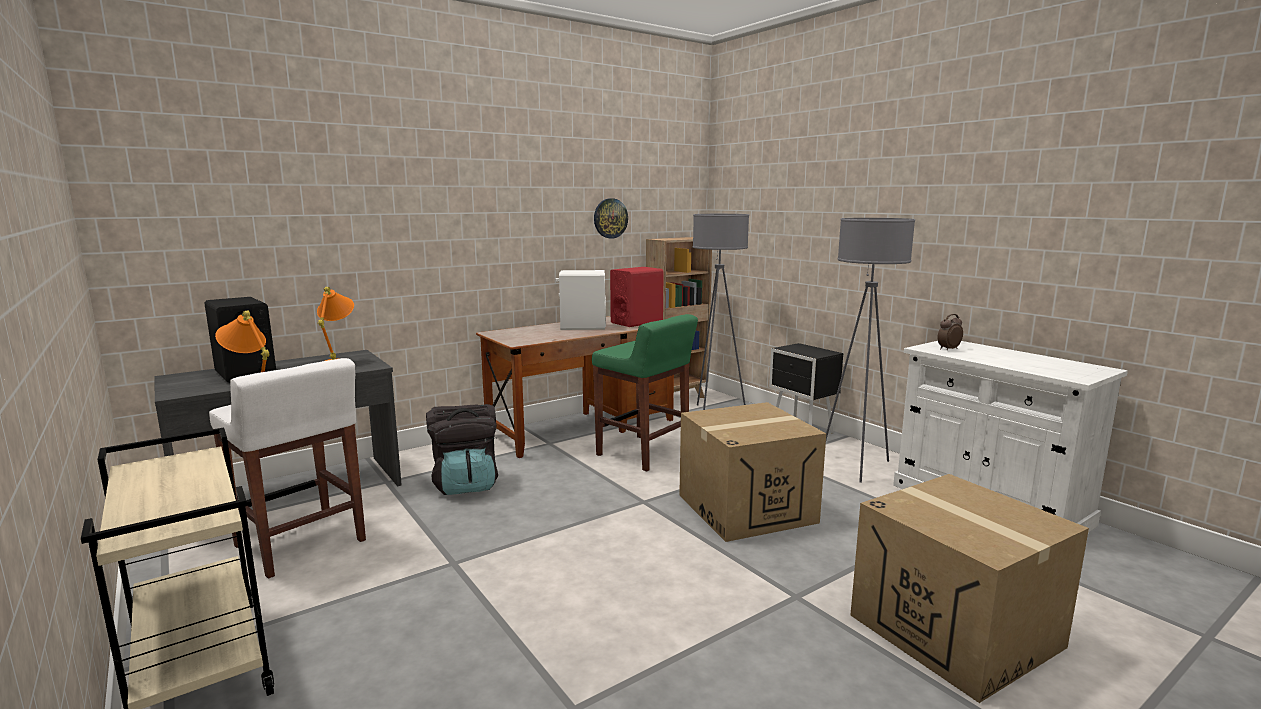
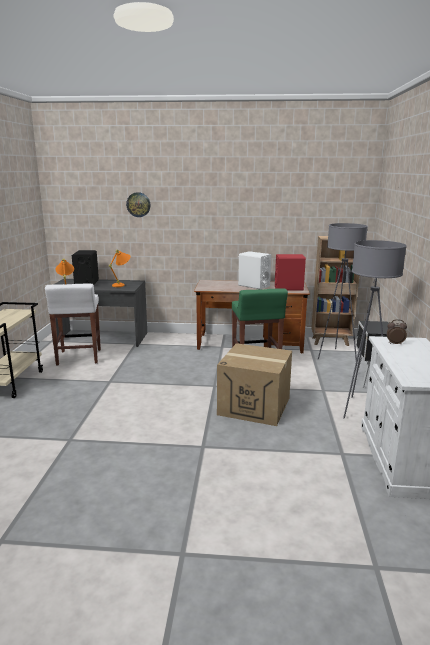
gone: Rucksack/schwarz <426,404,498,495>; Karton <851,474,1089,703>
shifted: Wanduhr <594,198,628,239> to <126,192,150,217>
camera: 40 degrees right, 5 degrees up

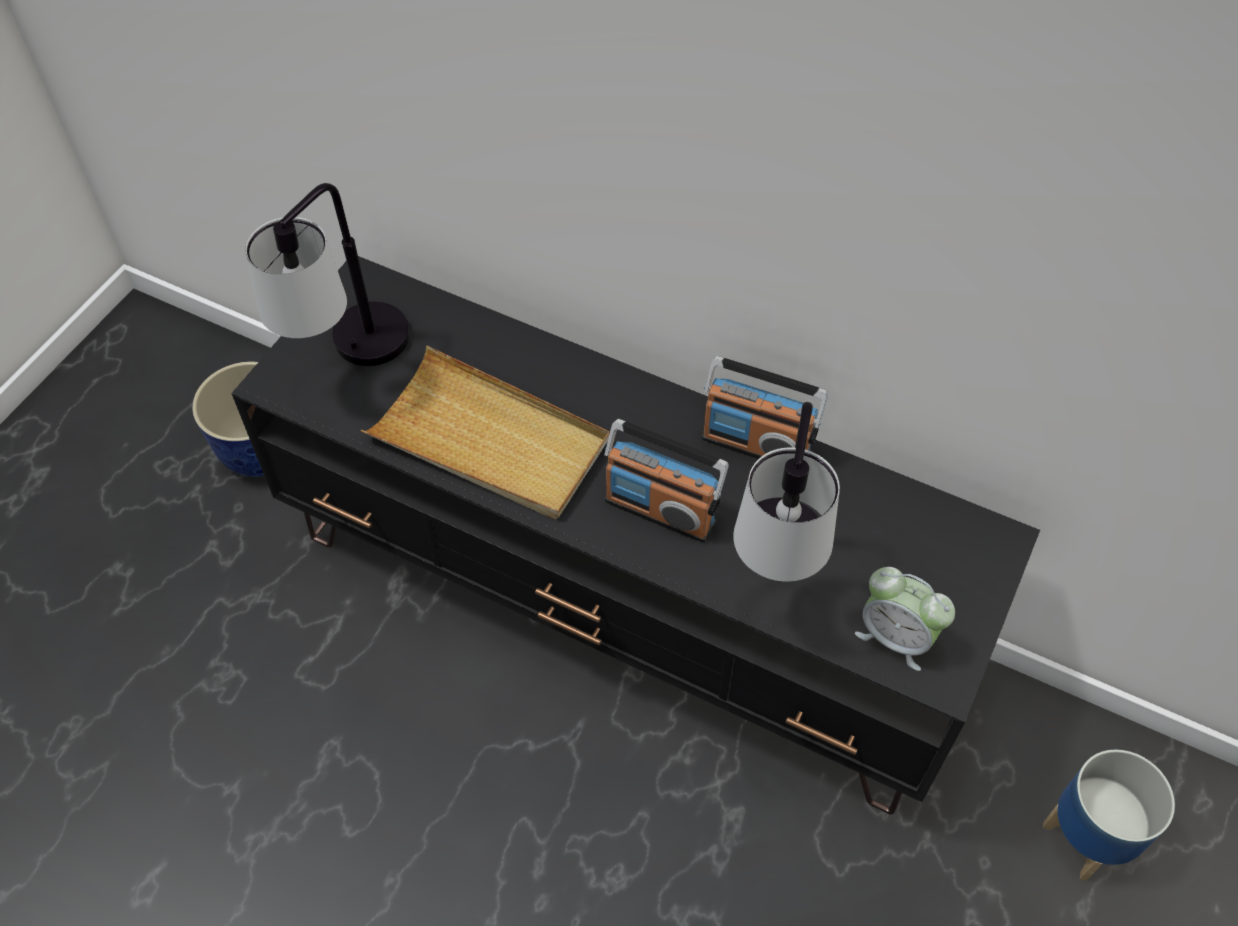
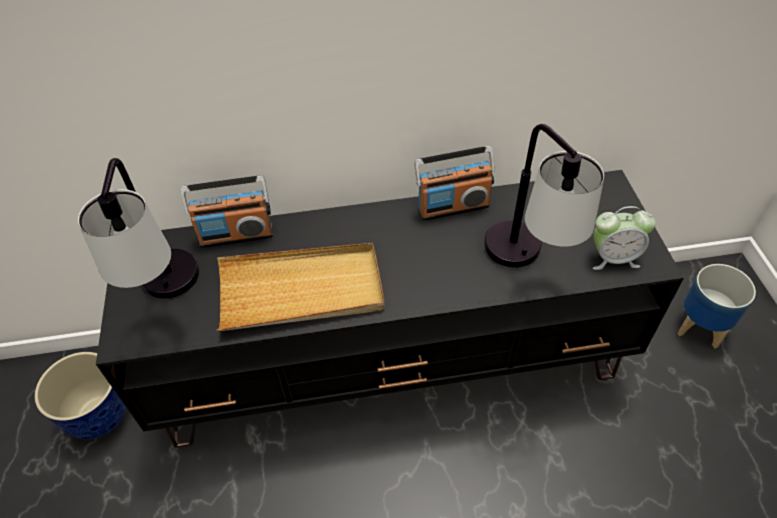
shifted: Radio <604,419,729,543> to <181,175,273,248>
camera: 35 degrees left, 5 degrees down

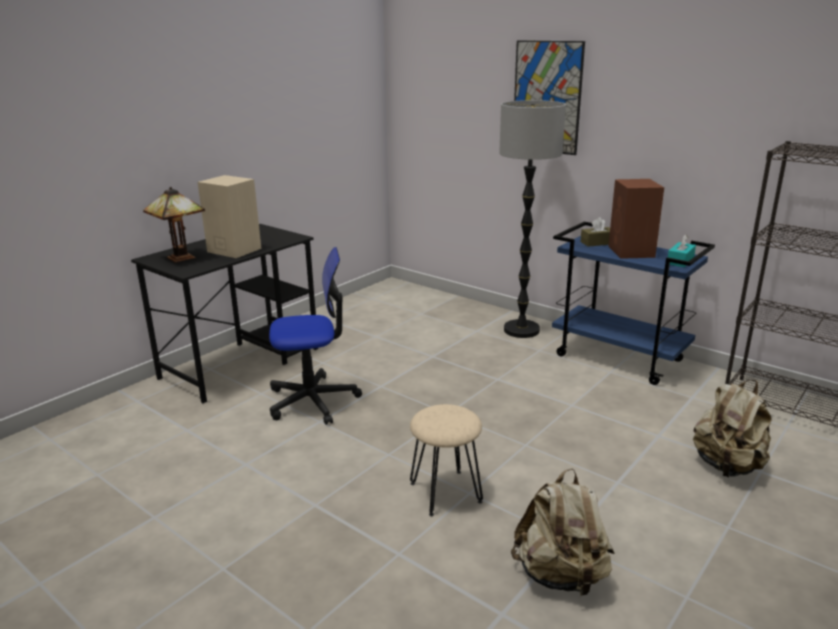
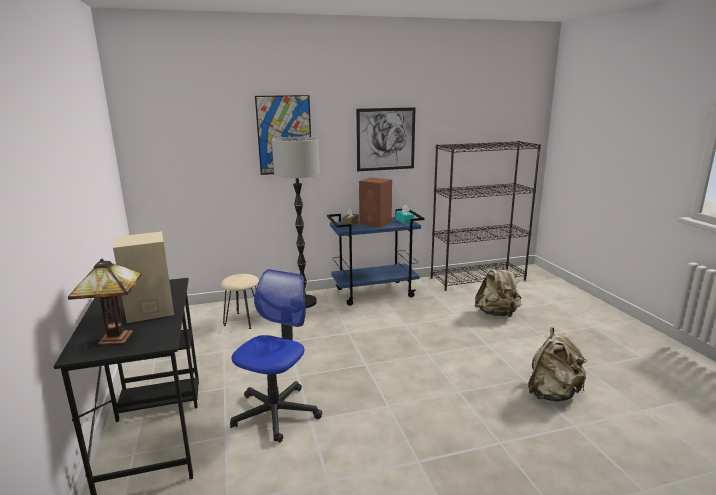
new: Bild <356,107,415,171>
shifted: Hocker/beige <410,404,483,516> to <221,274,262,329>
camera: 55 degrees left, 5 degrees down

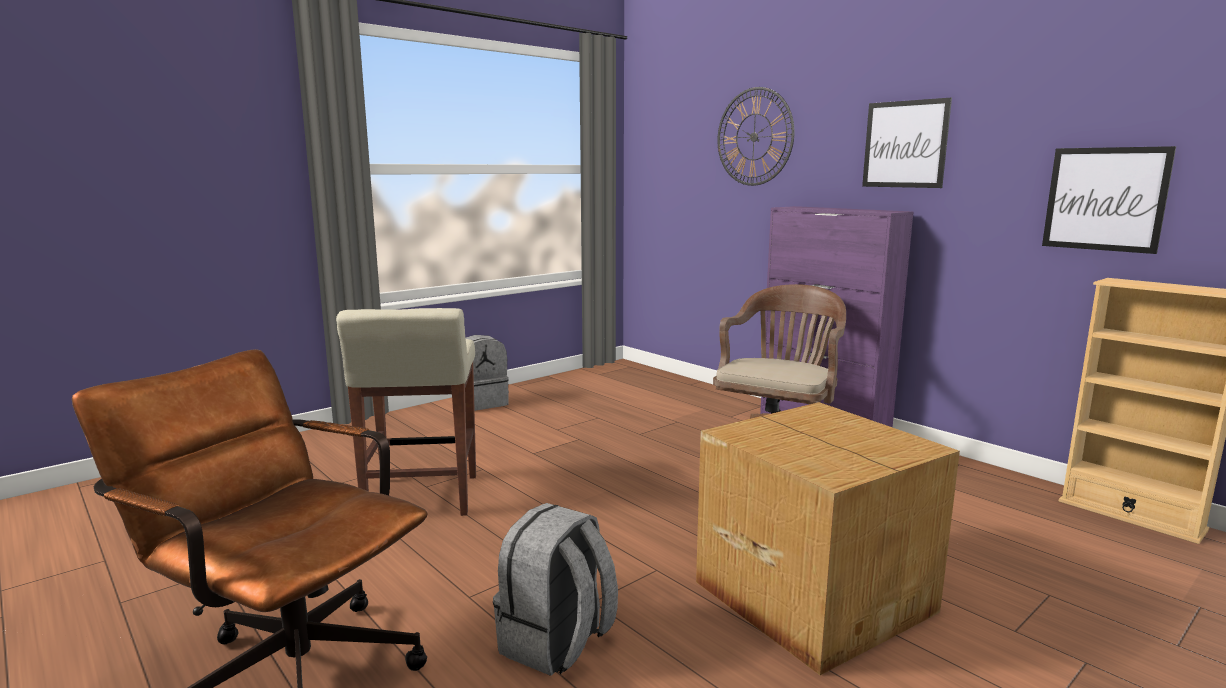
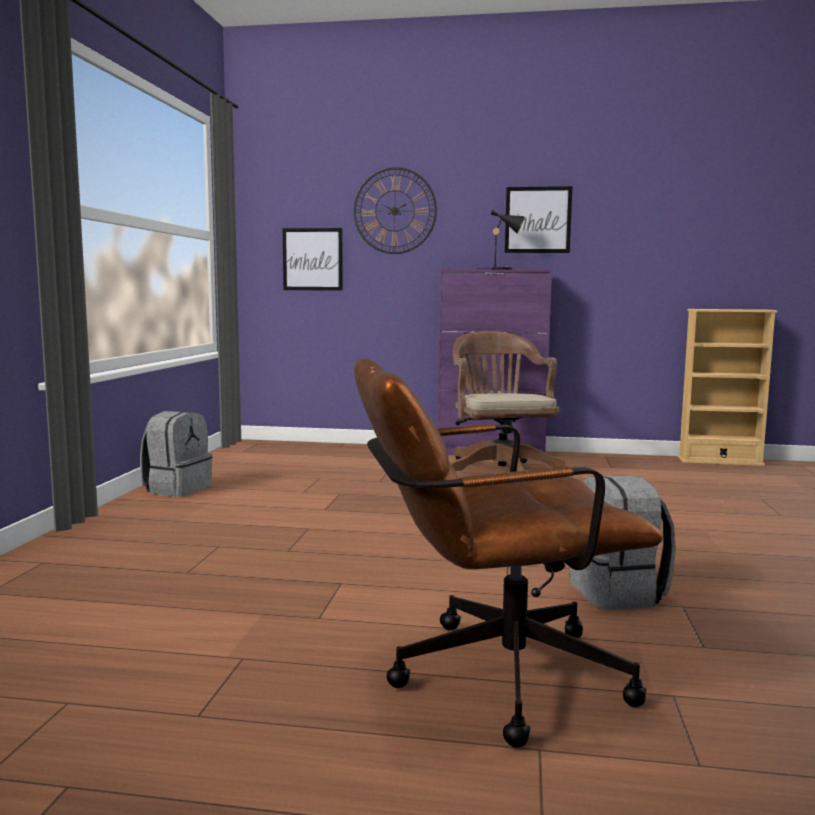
gone: Hocker/beige <336,308,476,516>; Karton <696,402,960,675>
new: Tischlampe/schwarz <477,210,525,270>
shifted: Bild <1042,146,1176,254> to <282,228,343,291>
camera: 40 degrees left, 5 degrees down

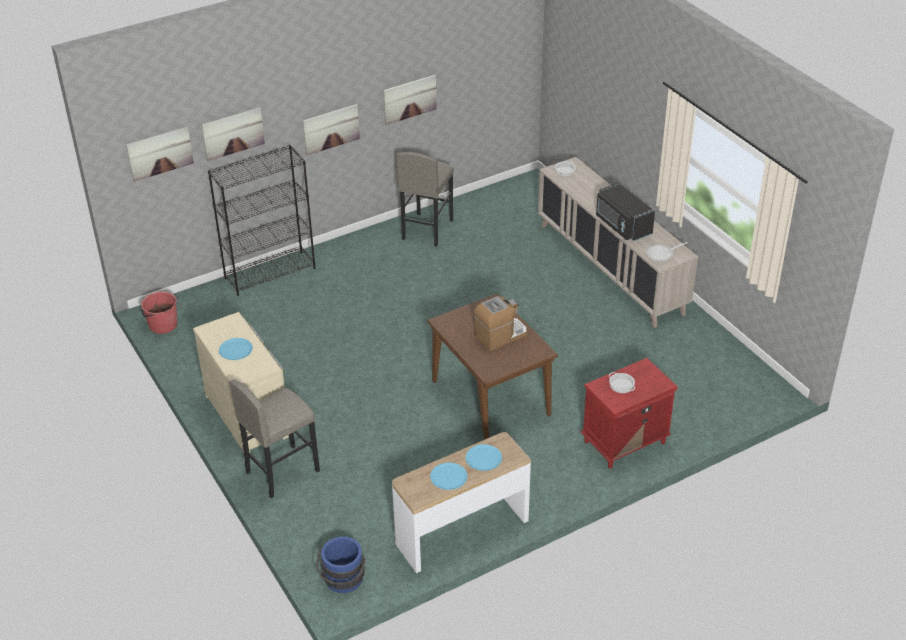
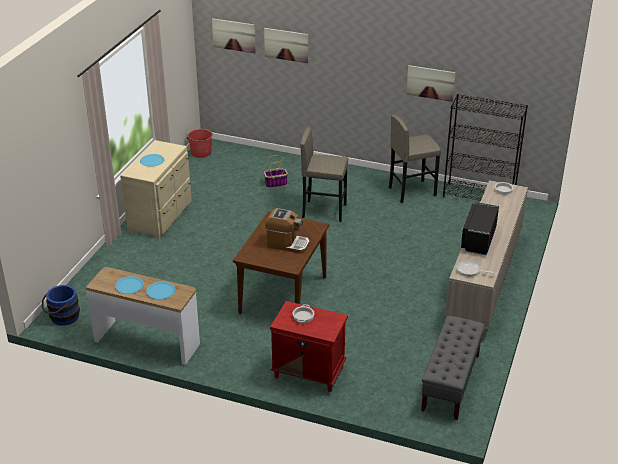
gone: Bild <303,104,360,155>
new: Korb <264,155,288,188>; Bank/grau <421,316,485,420>
shifted: Hocker/grau <229,380,320,498> to <300,127,348,222>; Bücherregal/schwarz <208,145,315,296> to <443,94,528,201>
camera: 50 degrees right, 5 degrees down

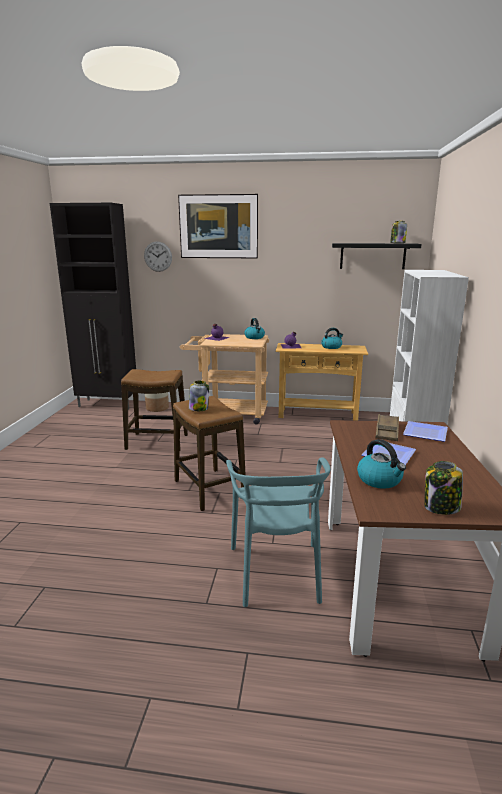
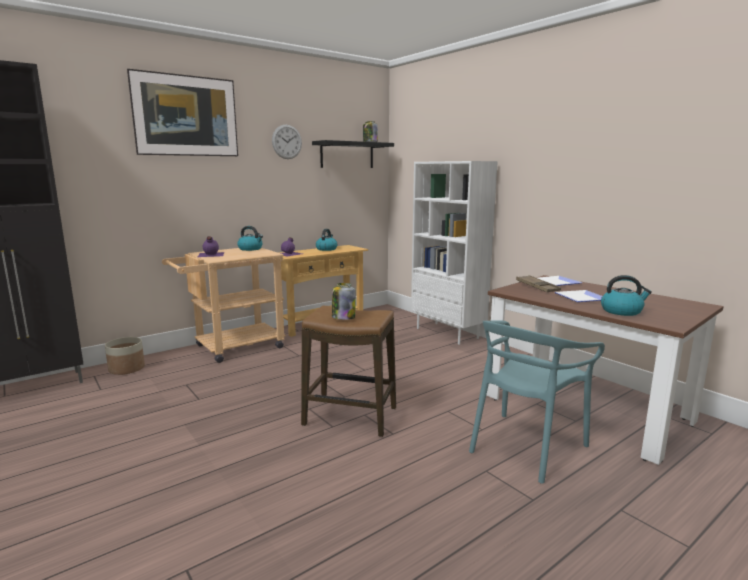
gone: Hocker <121,369,188,450>; Vorratsglas <424,461,463,515>
shifted: Wanduhr <144,242,172,272> to <272,125,302,159>
rotated: Stuhl/türkis <226,457,331,607> = <469,320,605,484> 90 degrees clockwise
camera: 45 degrees left, 5 degrees down

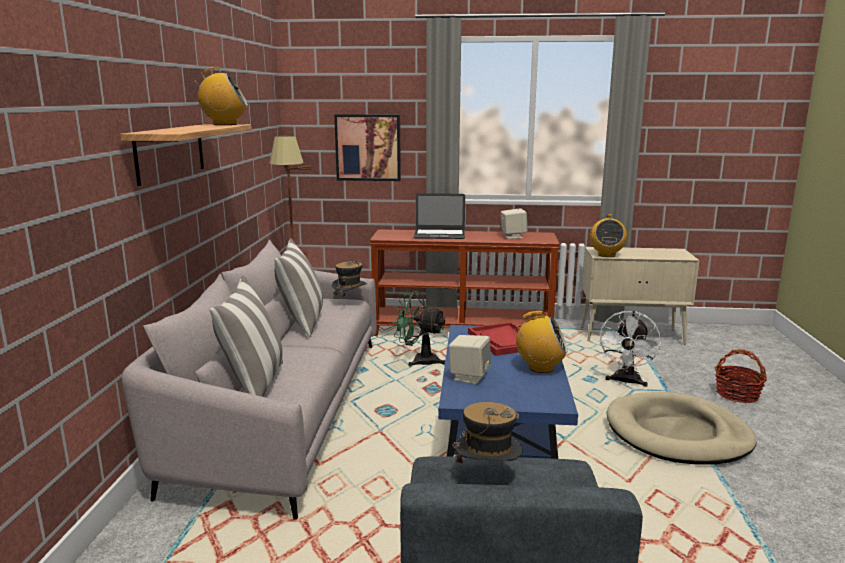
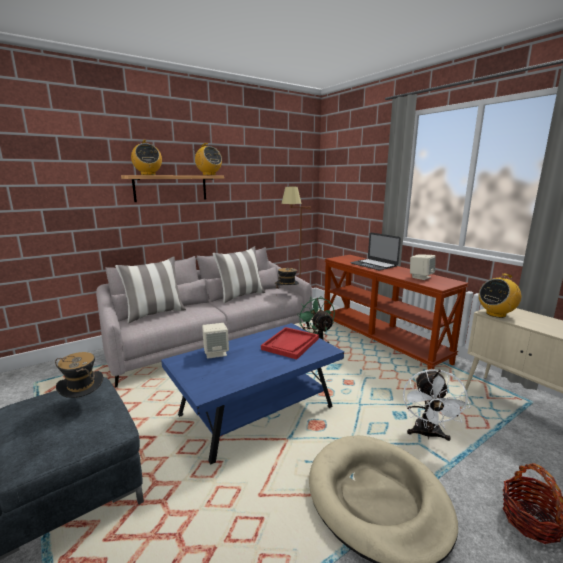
gone: Bild <334,114,401,181>
shifted: Radio <515,311,568,373> to <131,140,162,175>
rotated: Ventilator/weiß <598,311,661,387> = <403,369,470,441> 60 degrees counterclockwise
camera: 50 degrees right, 0 degrees up

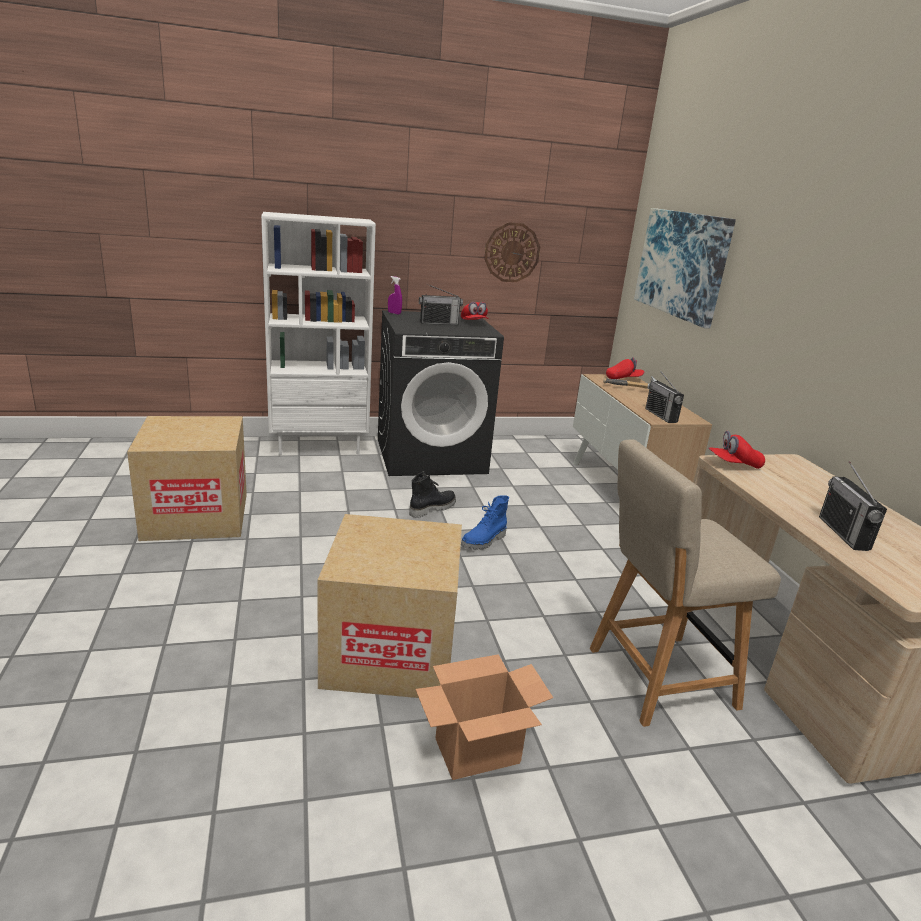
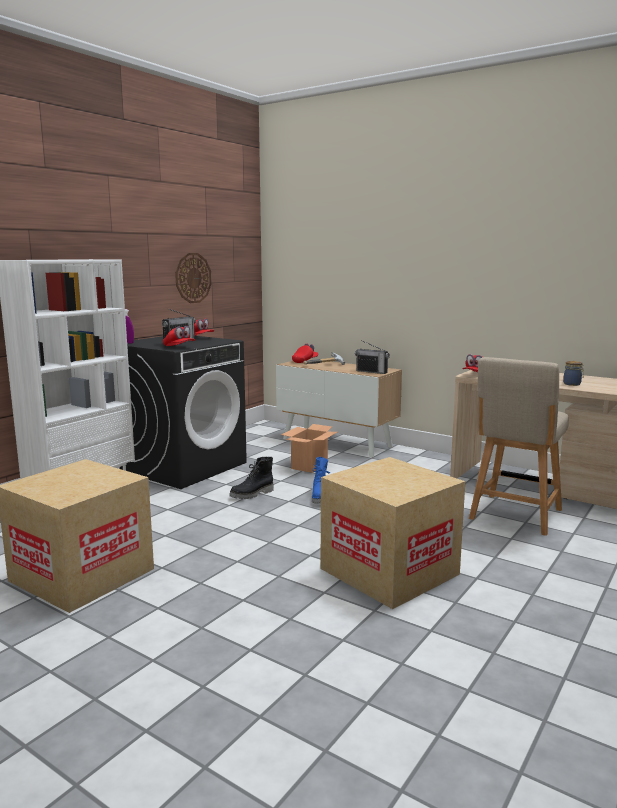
gone: Bild <634,208,736,329>
new: Kappe/rot <163,326,195,346>
shifted: Karton <415,654,553,780> to <281,424,337,473>
swapped: Radio <819,461,887,551> to Vorratsglas <563,361,584,386>
rotated: Stiefel/schwarz <409,471,456,518> = <229,457,274,499> 135 degrees counterclockwise
camera: 40 degrees left, 10 degrees down

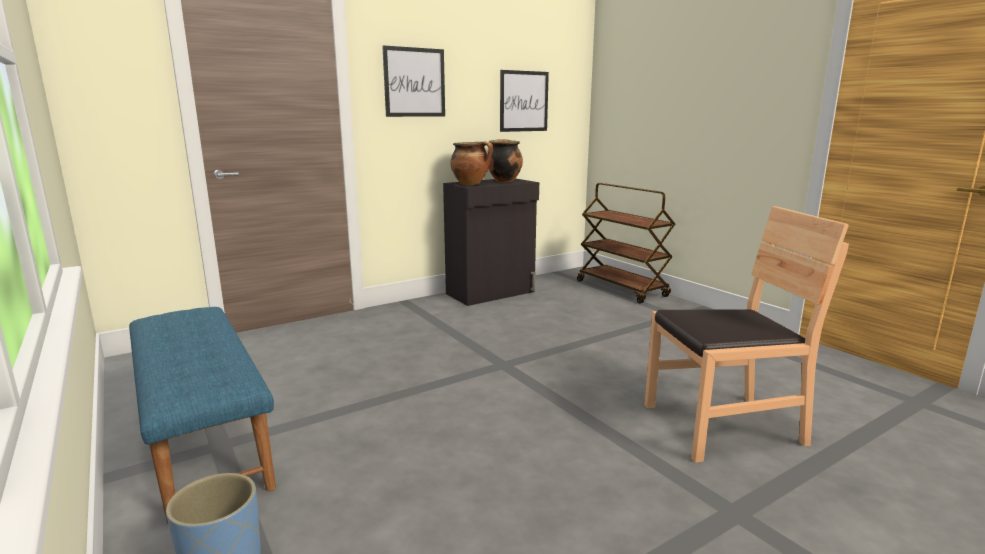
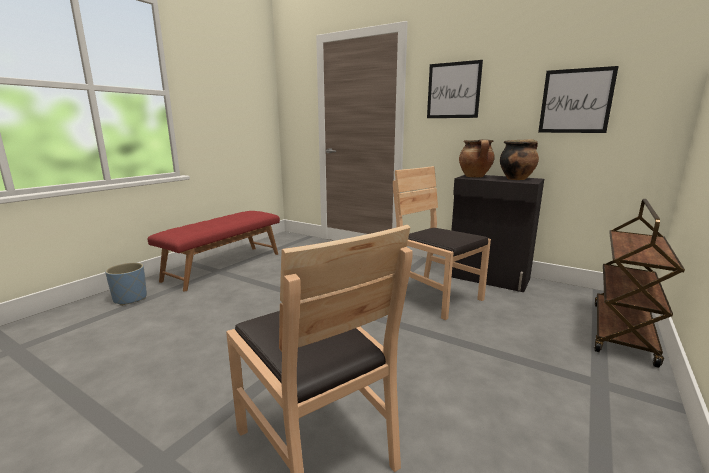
new: Stuhl/braun <393,166,491,320>
repainted: Bank/blau <129,307,276,524> to Bank/rot <148,211,280,292>
camera: 65 degrees right, 0 degrees up

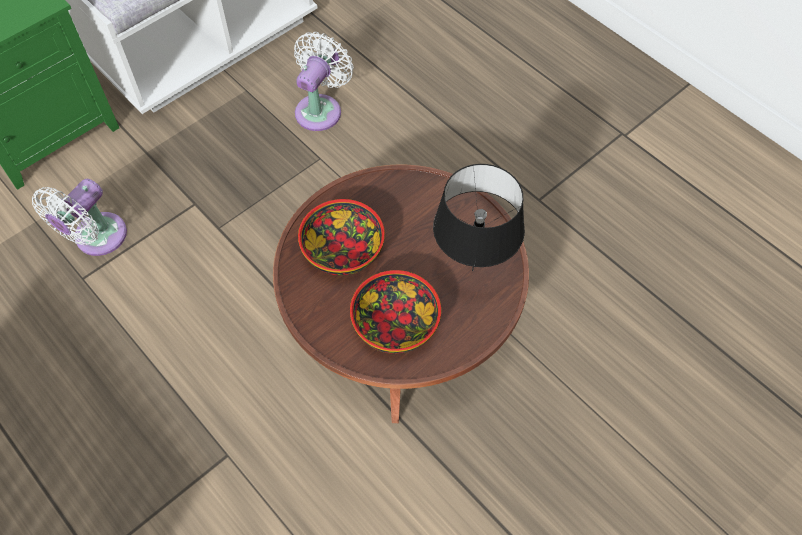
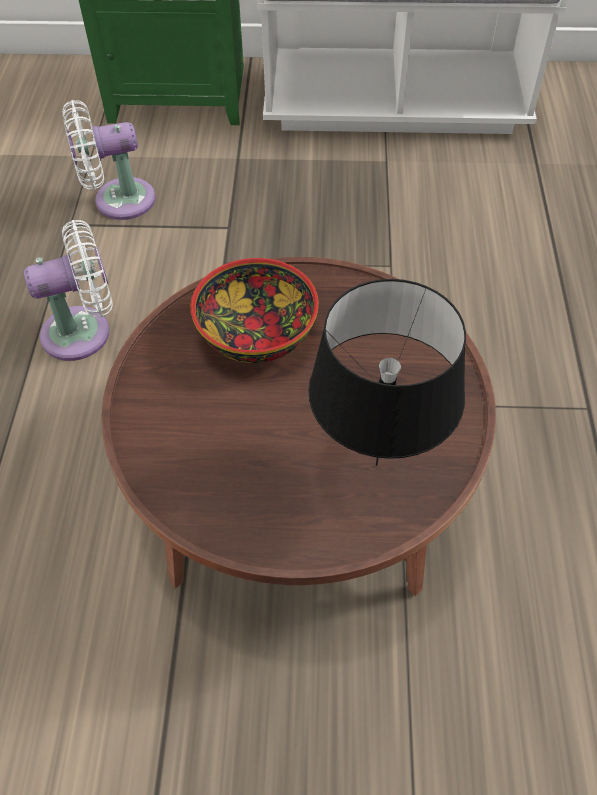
gone: Schüssel <350,270,441,354>
shifted: Ventilator/weiß <294,32,354,131> to <23,220,113,361>
camera: 45 degrees right, 5 degrees down

